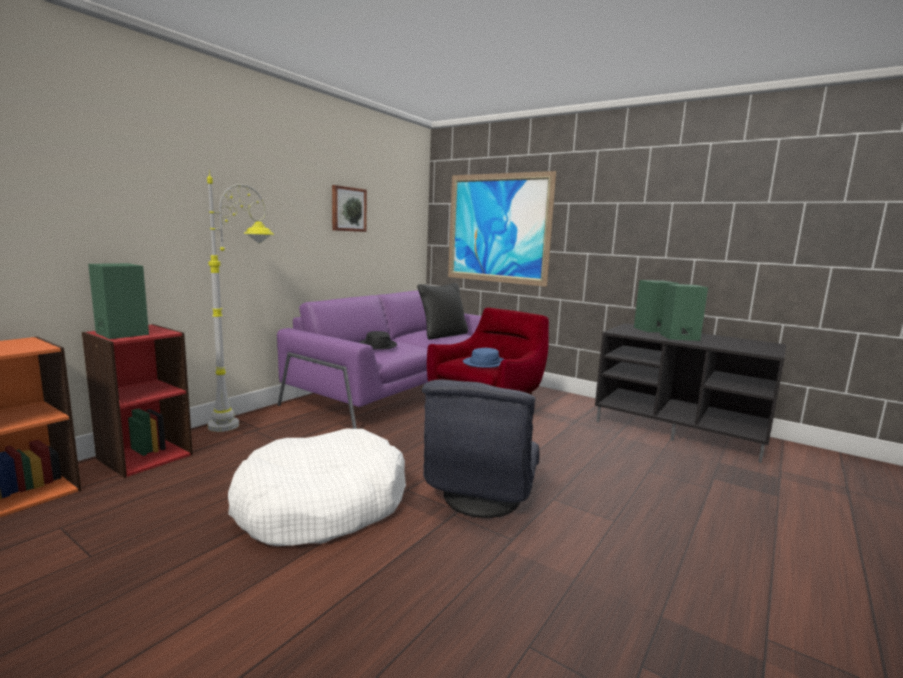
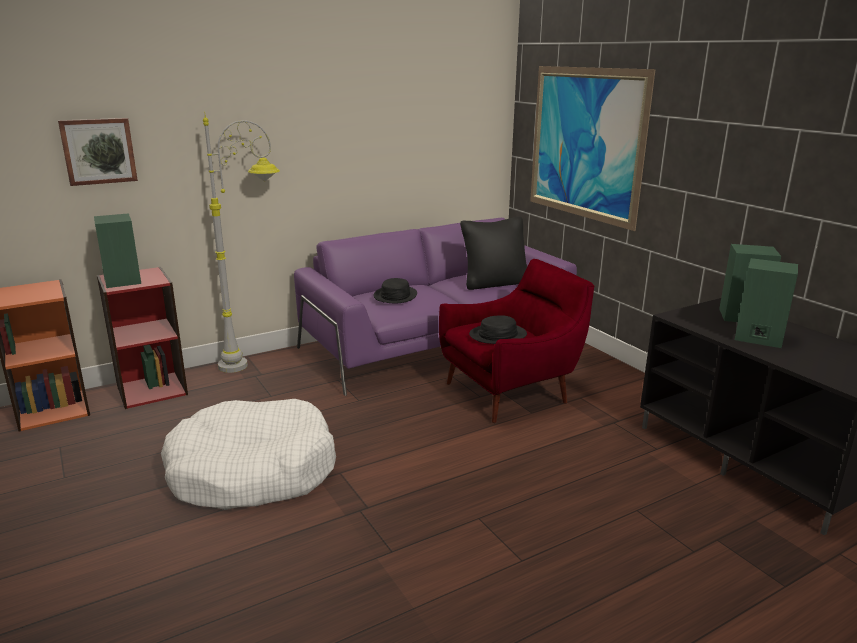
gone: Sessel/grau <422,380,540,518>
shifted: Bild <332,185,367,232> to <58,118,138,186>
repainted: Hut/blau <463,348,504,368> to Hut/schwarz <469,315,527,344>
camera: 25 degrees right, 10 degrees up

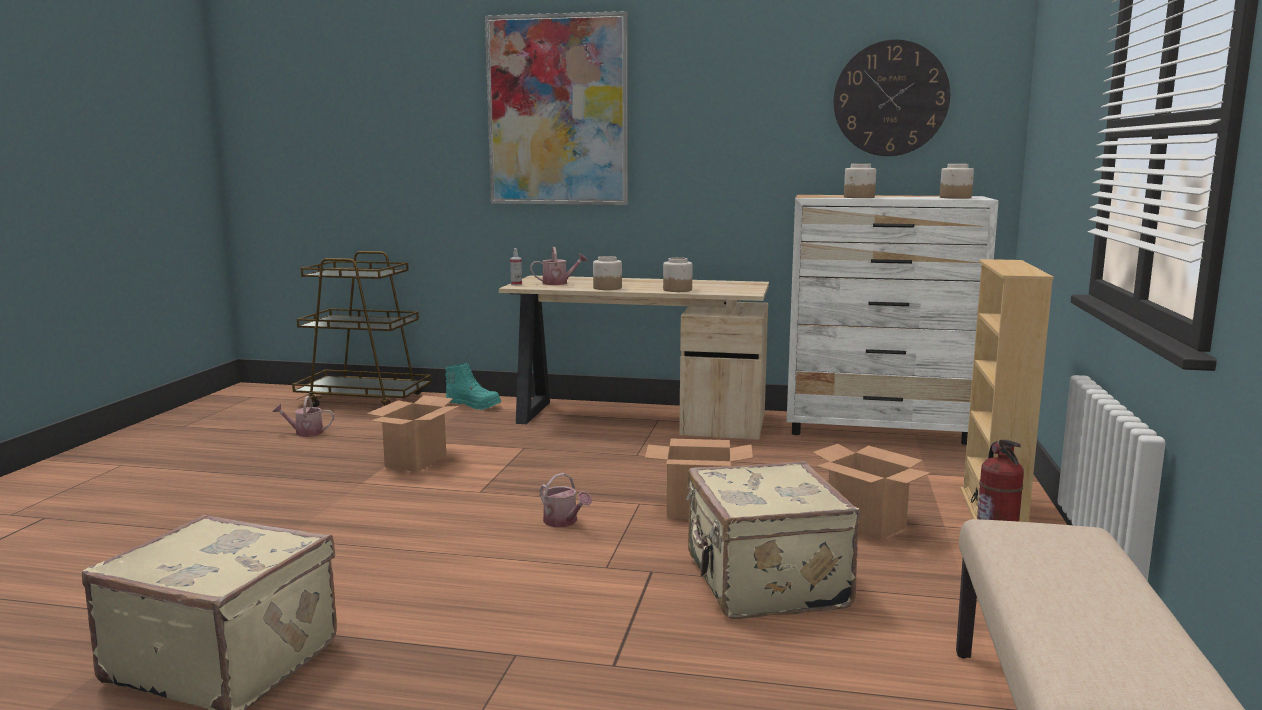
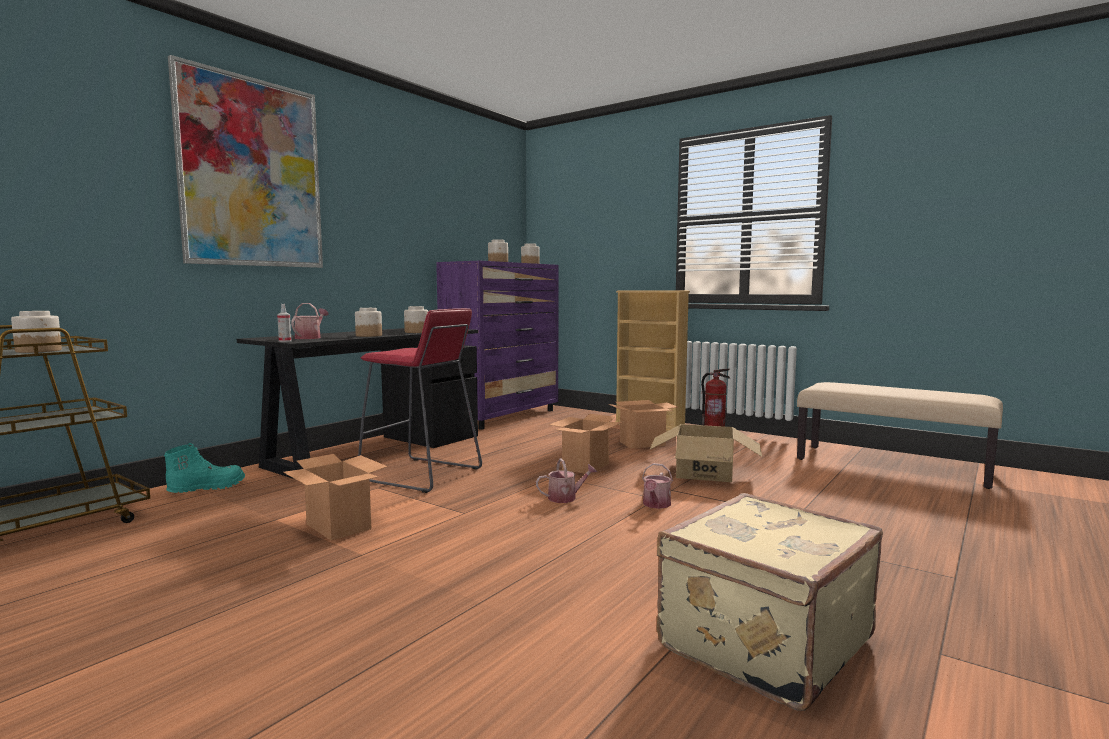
gone: Wanduhr <834,39,950,156>
new: Vorratsglas <11,311,62,353>; Hocker/rot <358,308,482,493>
shifted: Gießkanne <272,396,334,437> to <642,463,673,509>
swapped: Koffer/beige <686,461,860,619> to Karton <649,424,762,482>
repainted: Schreibtisch/beige <499,275,769,440> to Schreibtisch/schwarz <237,328,478,479>; Kommode/weiß <787,195,999,445> to Kommode/lila <436,261,558,430>
camera: 65 degrees left, 5 degrees down

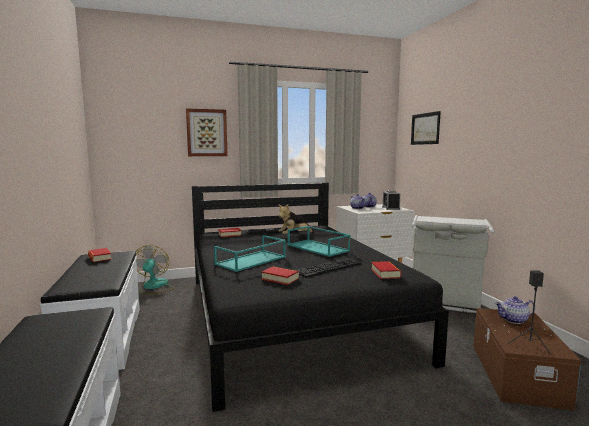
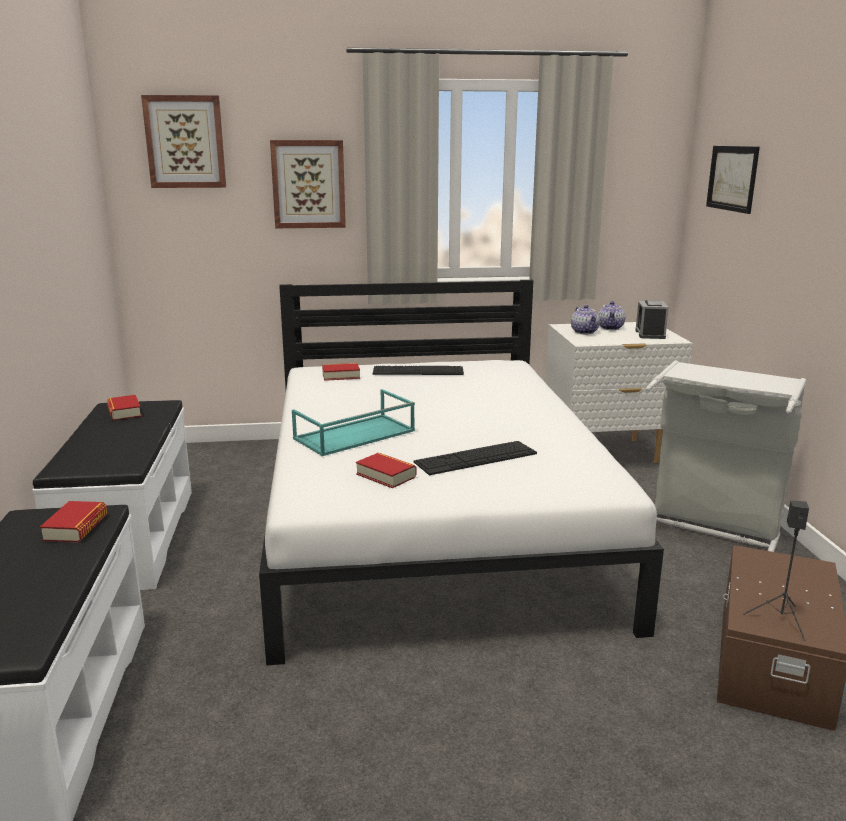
gone: Ventilator <136,245,175,294>; Plüschtier <278,204,314,234>; Tablett/türkis <288,226,350,257>; Teekanne <495,296,535,324>
new: Bild <141,95,226,188>
shifted: Buch <371,261,401,279> to <40,501,108,542>
repainted: Bett/schwarz <192,183,449,412> to Bett/weiß <259,280,664,666>
camera: 10 degrees right, 10 degrees up

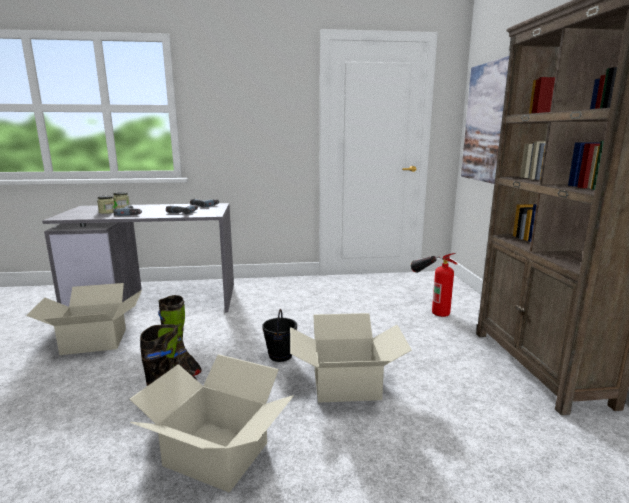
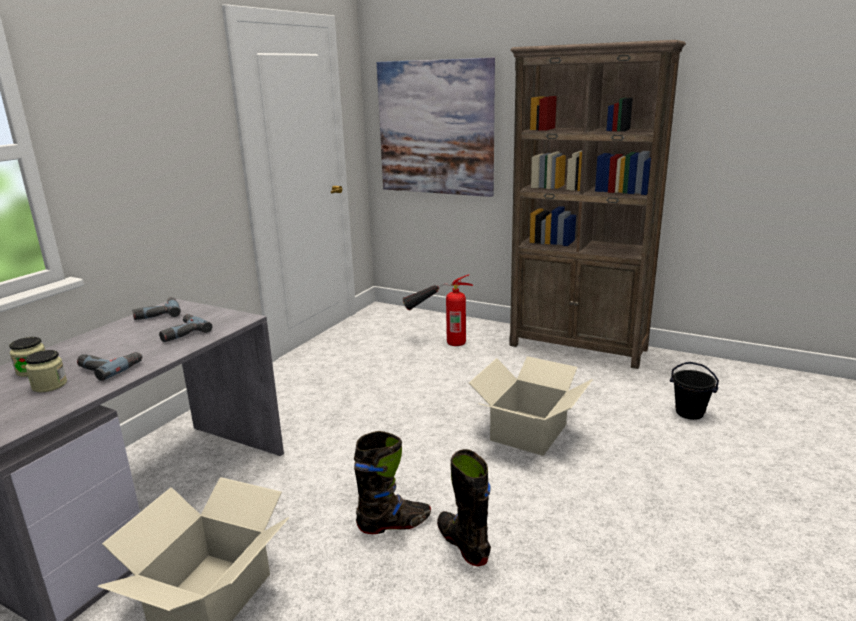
gone: Karton <130,354,294,493>
shifted: Eimer/schwarz <262,309,297,362> to <670,362,719,420>
camera: 55 degrees left, 5 degrees up

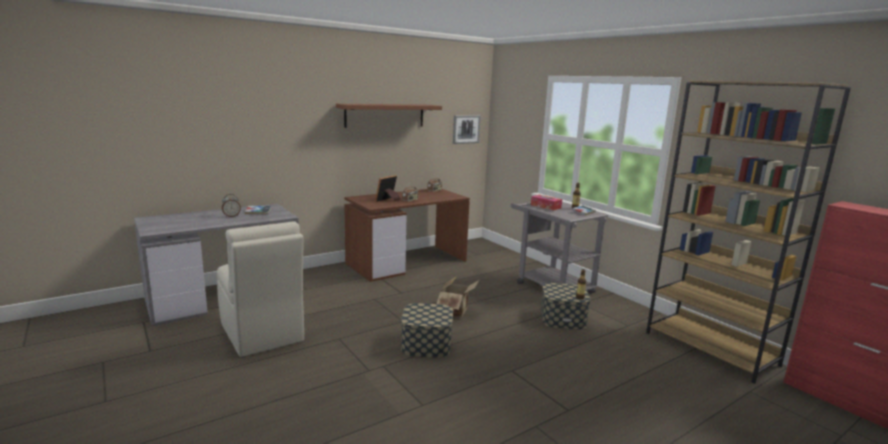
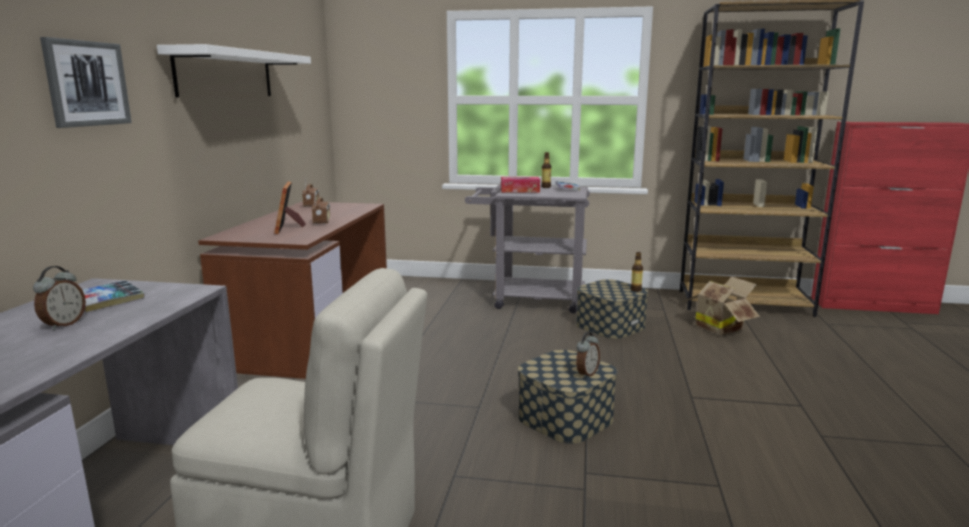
new: Wecker <576,332,600,379>
shifted: Bild <453,115,481,144> to <40,37,132,128>; Karton <437,276,479,318> to <685,277,760,335>
repainted: Wandregal/braun <336,104,442,128> to Wandregal/weiß <157,44,311,98>
camera: 45 degrees left, 0 degrees up

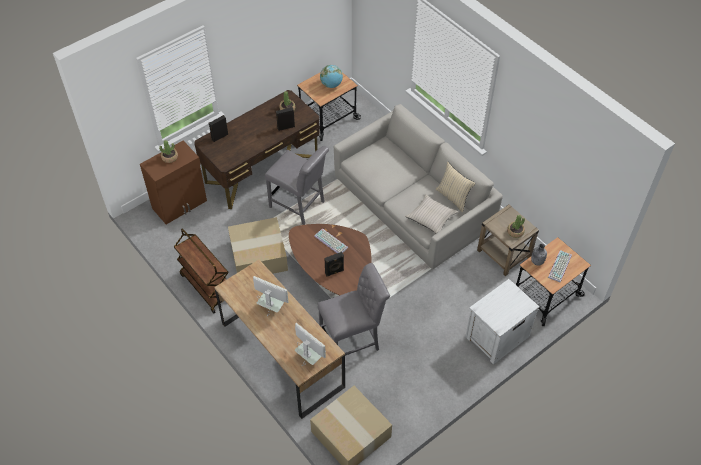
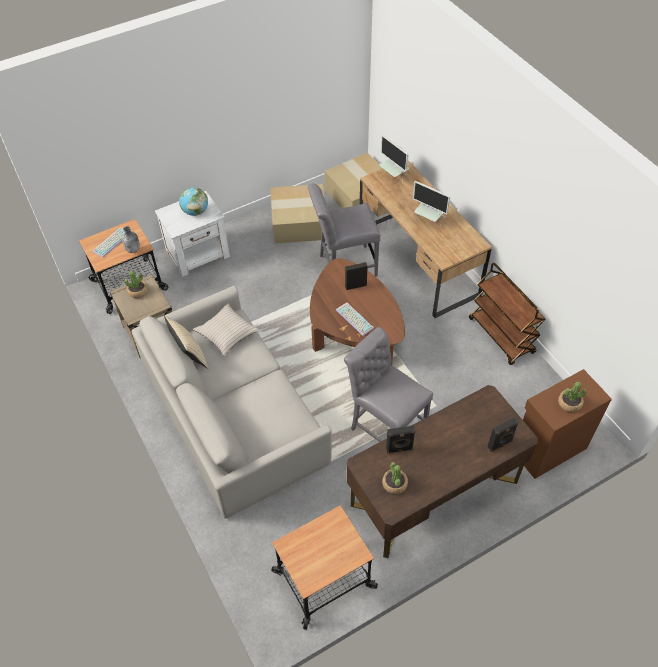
shifted: Globus <320,65,343,88> to <179,187,208,216>; Karton <228,217,288,274> to <270,184,324,244>
camera: 170 degrees left, 0 degrees up

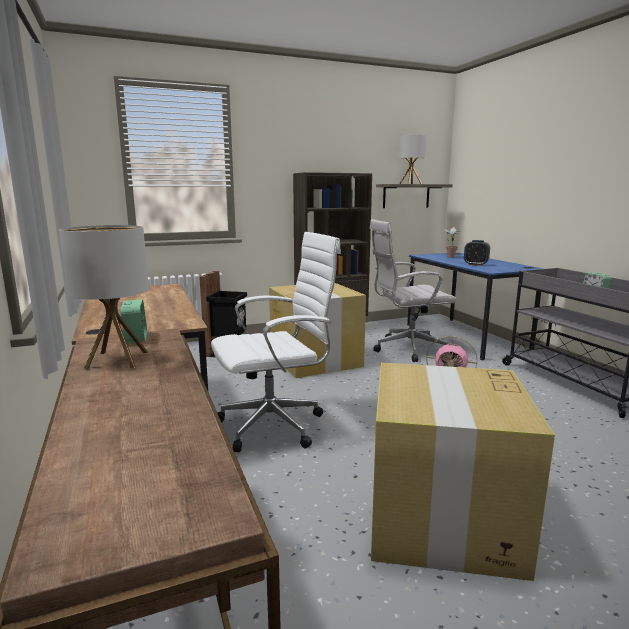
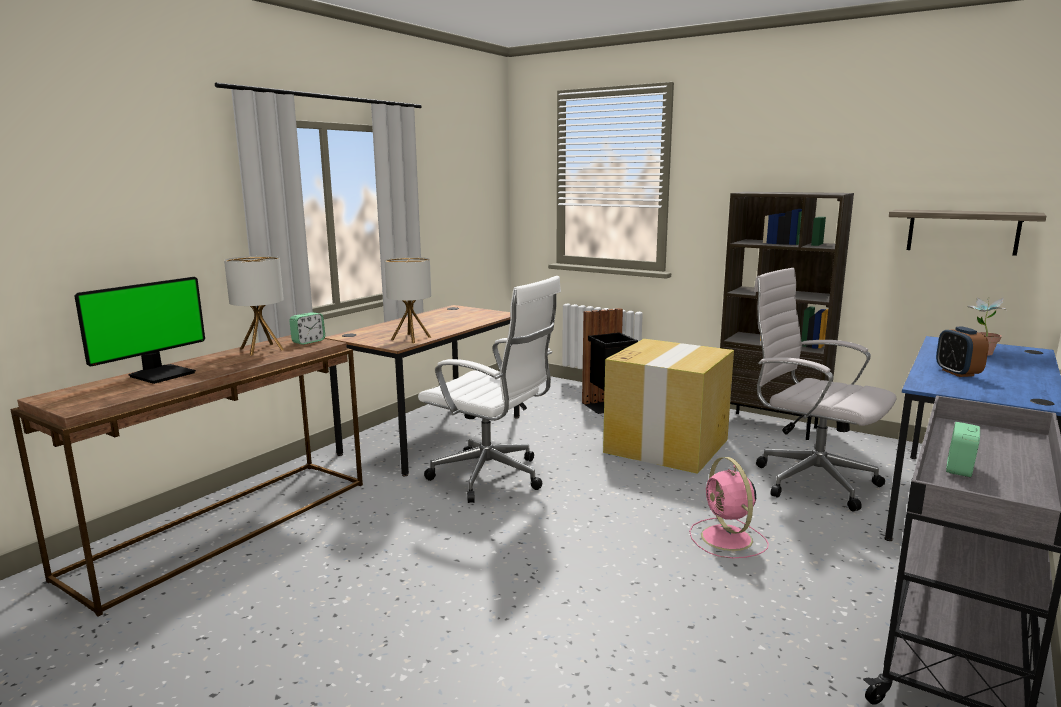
gone: Karton <371,363,555,581>
new: Monitor <75,277,205,384>
shifted: Tischlampe <399,135,426,184> to <384,257,431,343>
camera: 55 degrees right, 0 degrees up

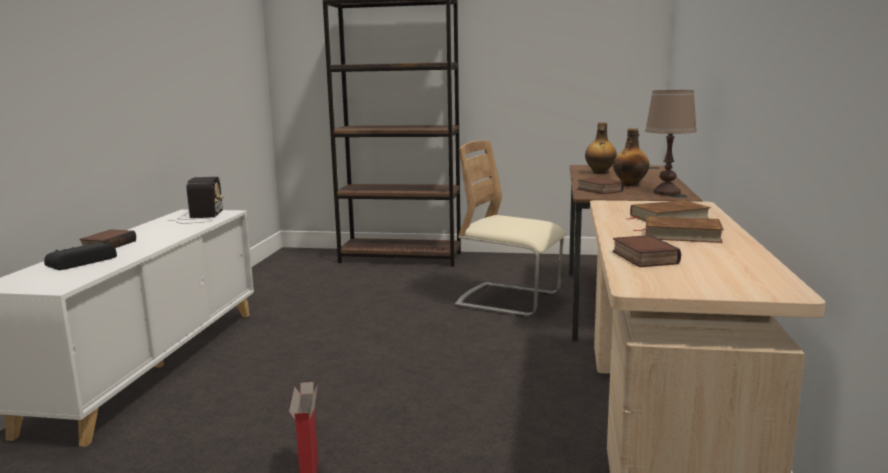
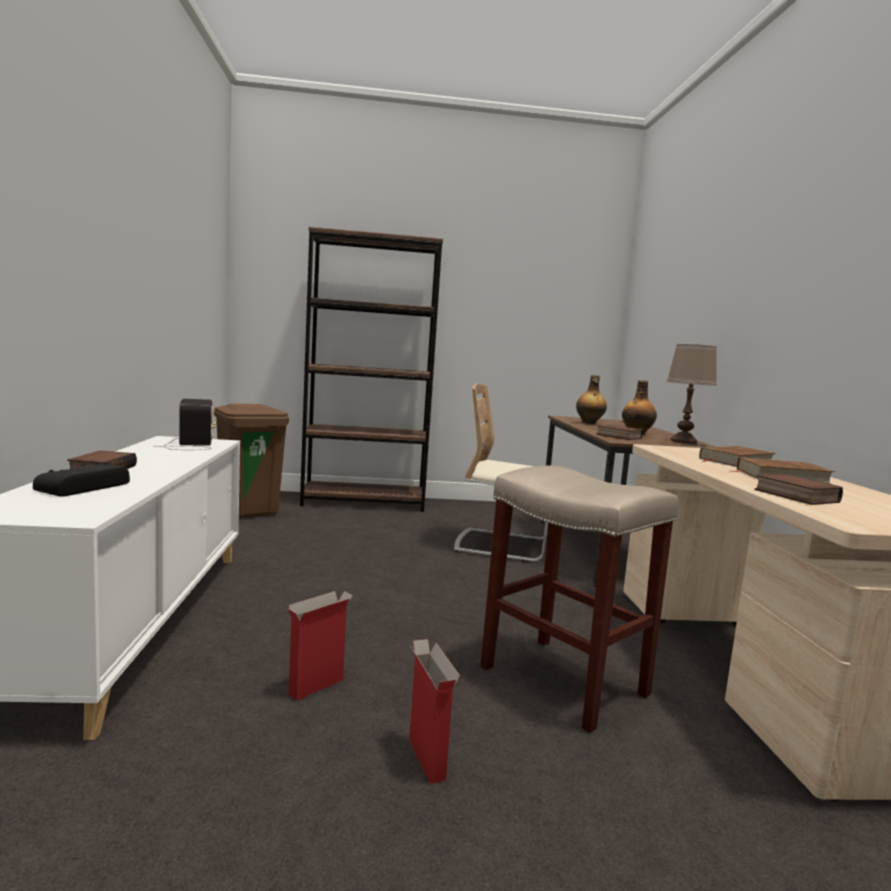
new: Mülleimer/braun <214,404,289,518>; Karton <287,591,353,701>; Hocker/beige <480,466,679,733>
camera: 15 degrees left, 5 degrees down

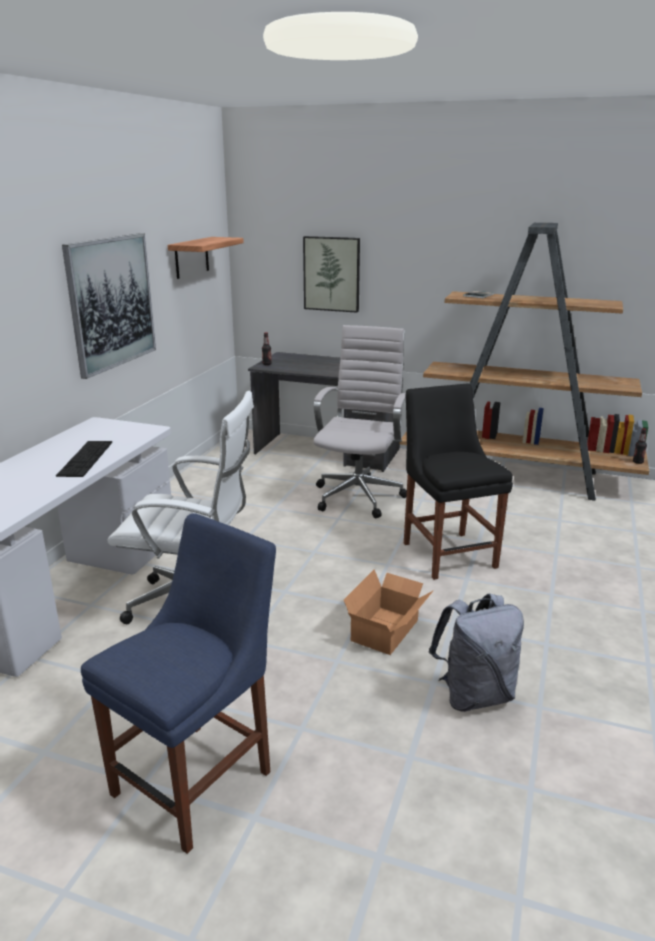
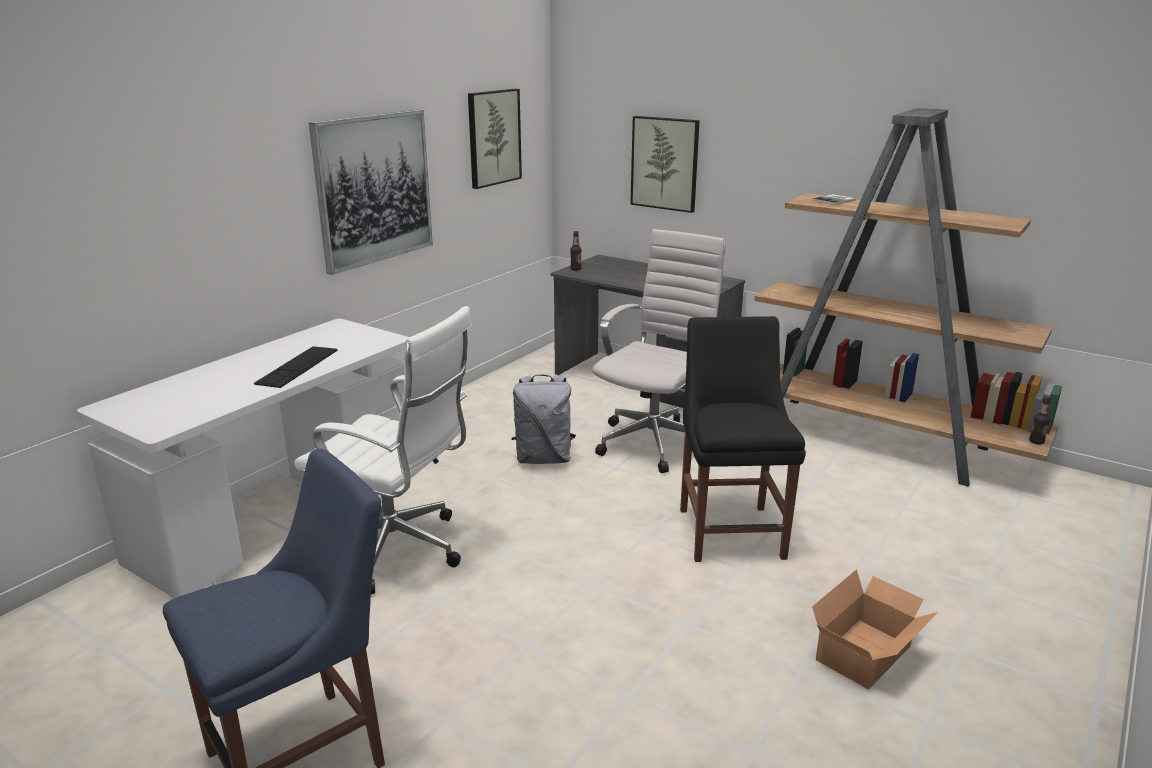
shifted: Rucksack/grau <429,593,524,712> to <511,375,576,464>; Karton <344,569,434,655> to <812,569,938,689>
swapped: Wandregal <168,237,244,279> to Bild <468,89,522,189>
camera: 15 degrees right, 0 degrees up

